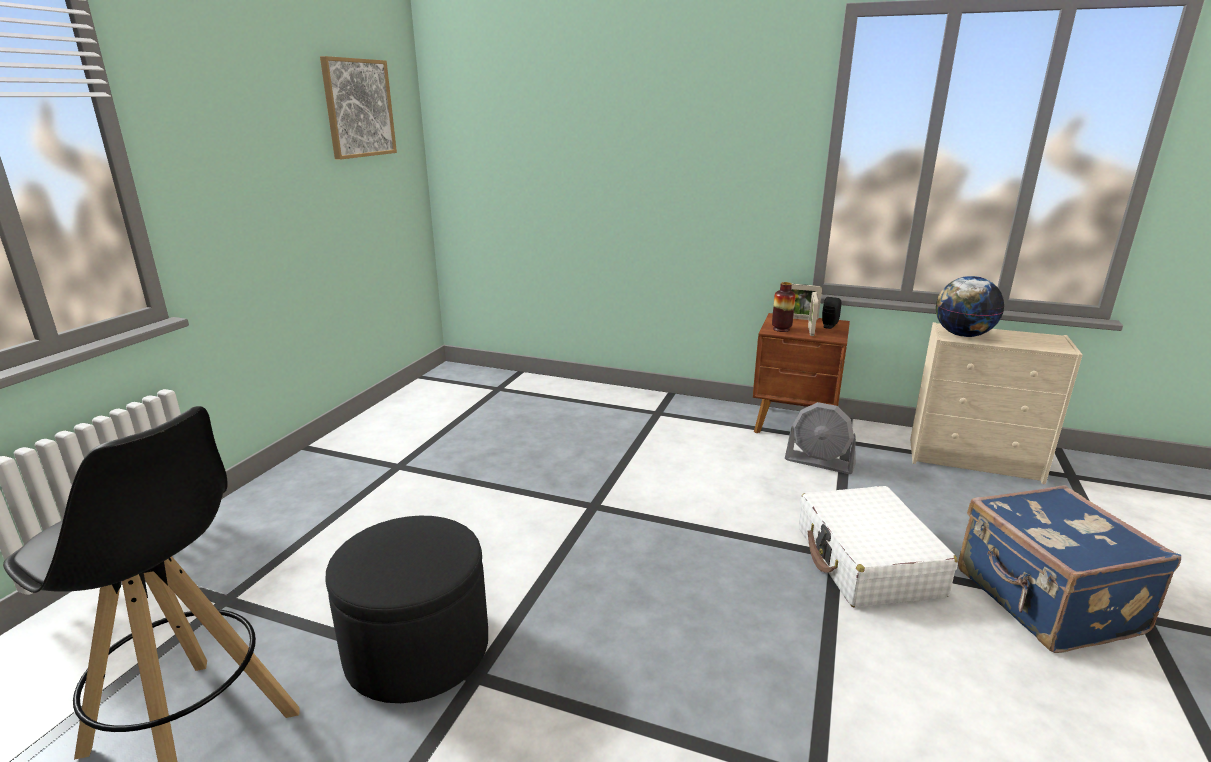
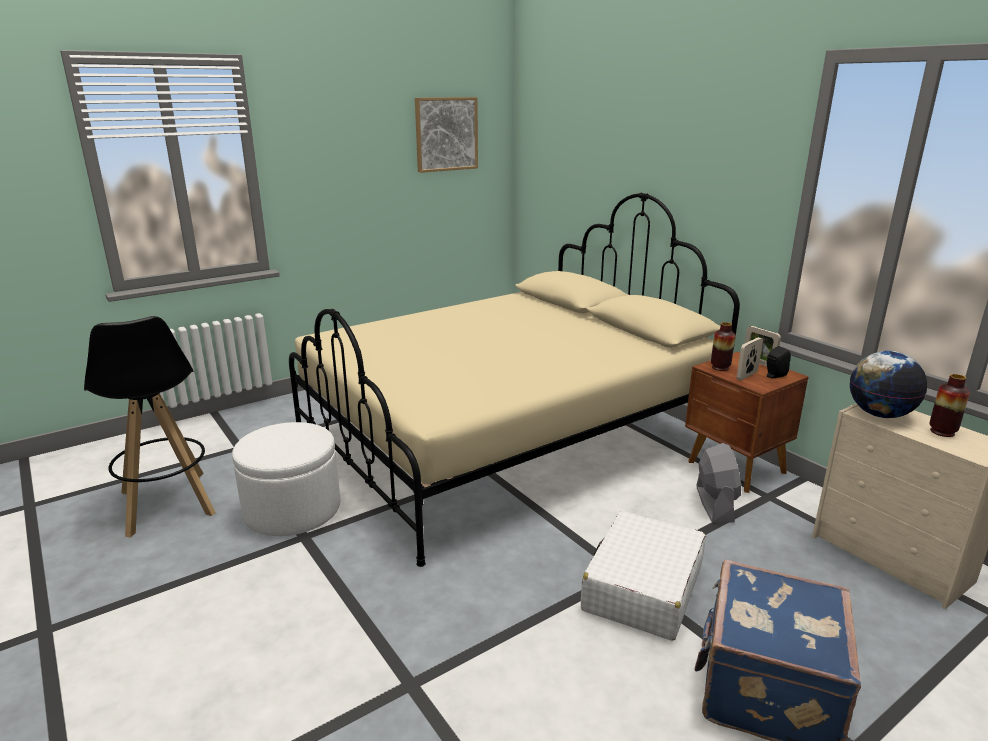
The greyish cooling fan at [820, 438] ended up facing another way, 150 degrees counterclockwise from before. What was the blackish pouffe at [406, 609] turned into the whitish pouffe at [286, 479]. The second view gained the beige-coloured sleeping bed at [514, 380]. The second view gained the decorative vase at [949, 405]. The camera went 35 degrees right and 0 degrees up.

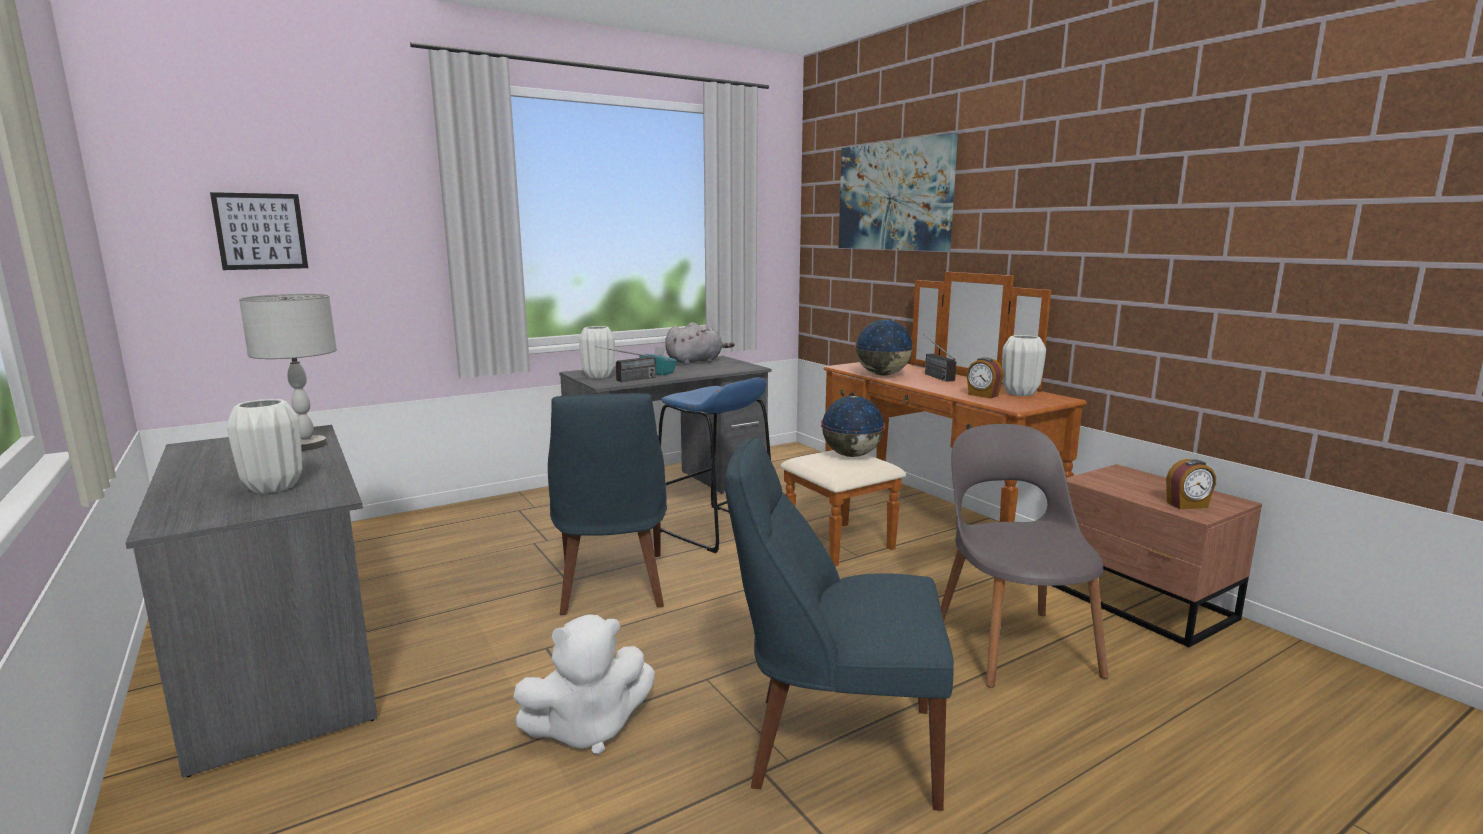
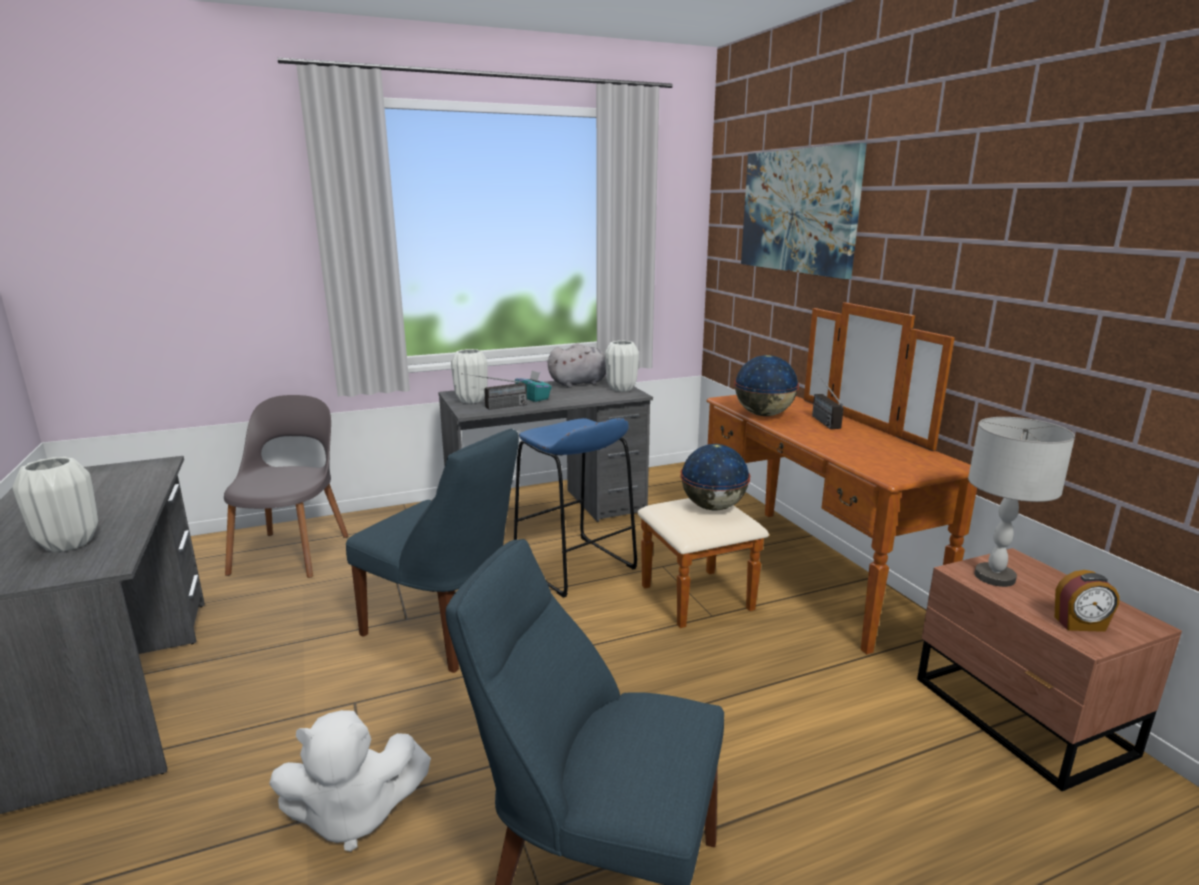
The second view lost the picture at [259, 231]. The greyish lamp for a table ended up elsewhere, having gone from [288, 372] to [1021, 502]. The whitish decorative vase ended up elsewhere, having gone from [1024, 365] to [622, 366]. The second view lost the table clock at [985, 378]. The blue-coloured plain chair at [607, 504] ended up facing another way, 60 degrees counterclockwise from before. The greyish plain chair ended up elsewhere, having gone from [1024, 556] to [286, 486]. The camera went 10 degrees right and 5 degrees up.

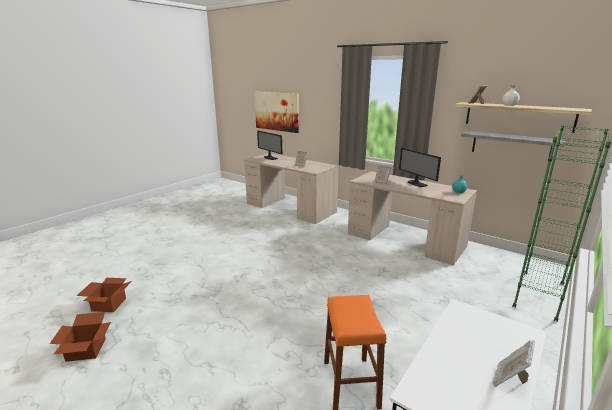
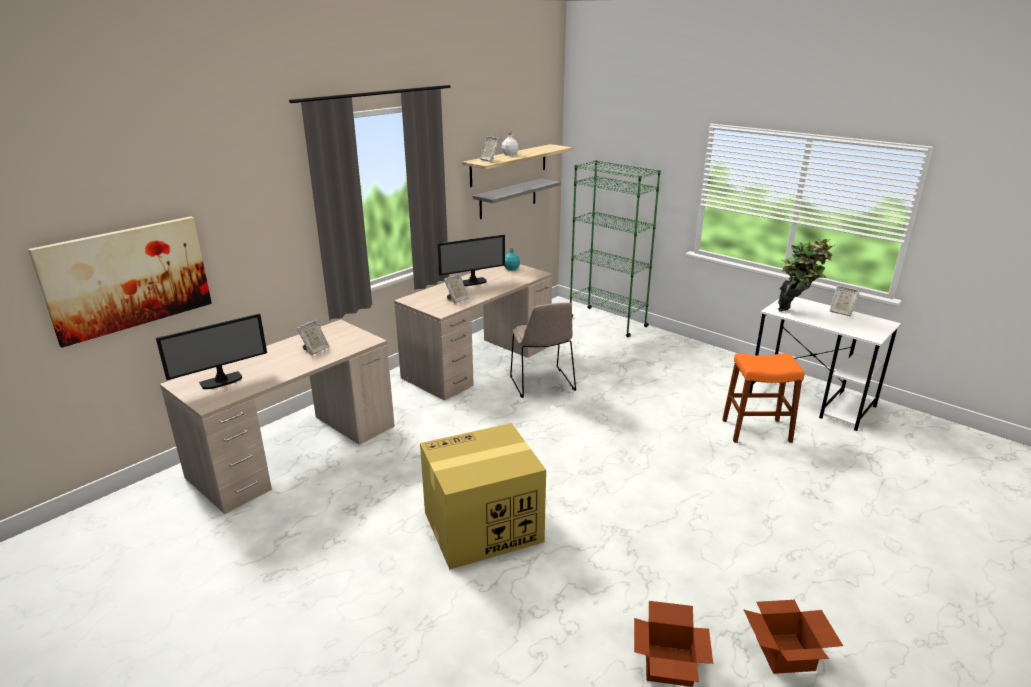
The second view gained the houseplant at [806, 275]. The second view gained the beige-coloured plain chair at [543, 350]. The second view gained the packing box at [483, 496]. The camera went 85 degrees left and 5 degrees up.

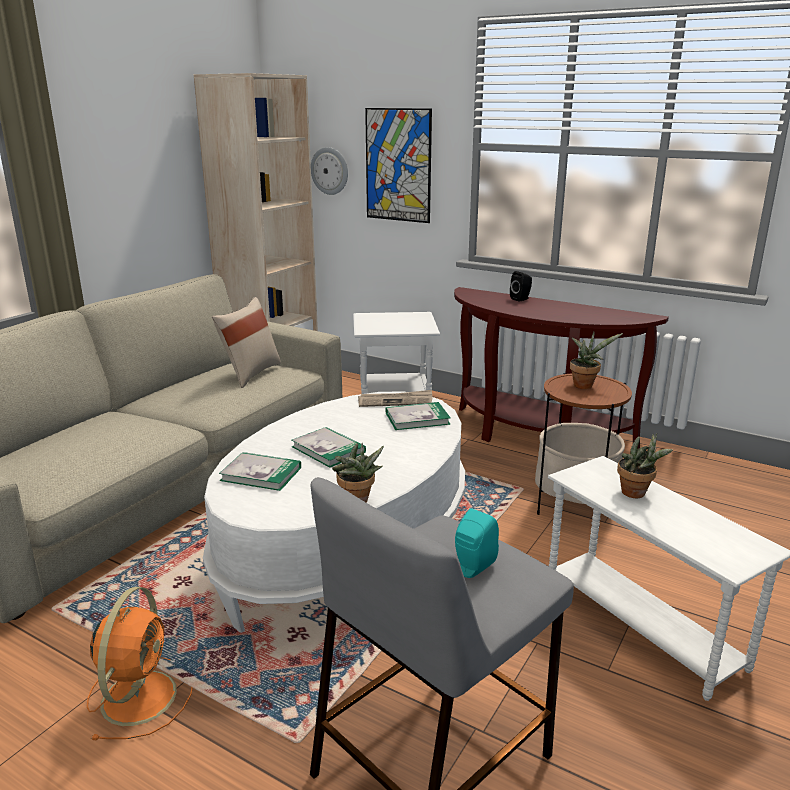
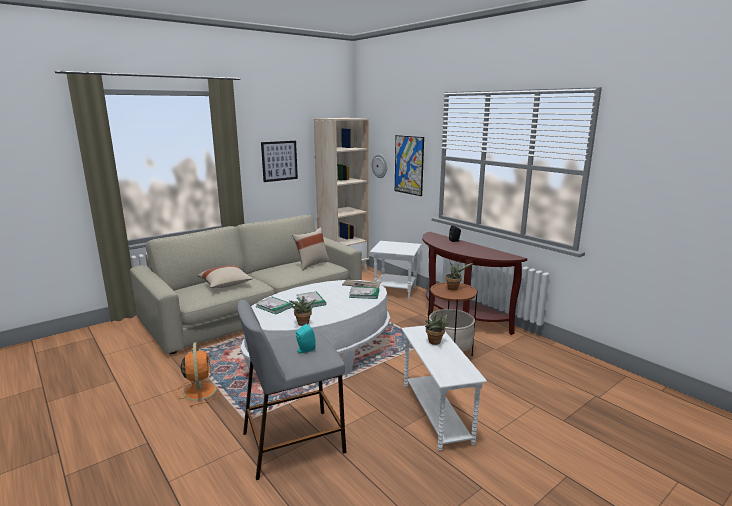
The orangey cooling fan at [140, 663] ended up facing another way, 45 degrees counterclockwise from before. The second view gained the picture at [279, 161]. The second view gained the beige-coloured pillow at [225, 276]. The camera went 20 degrees right and 5 degrees down.

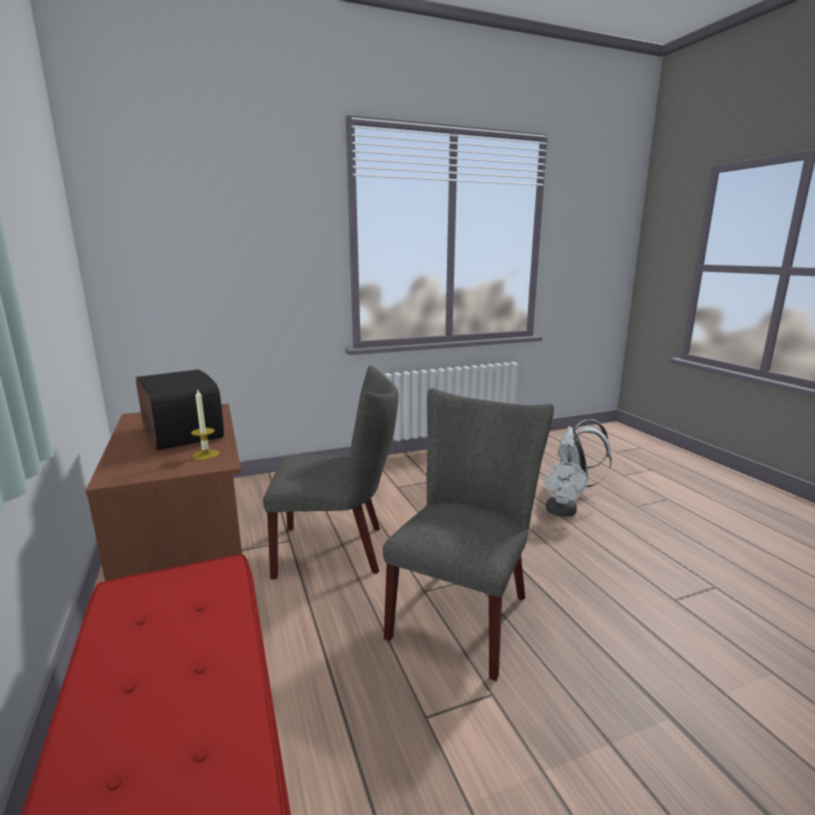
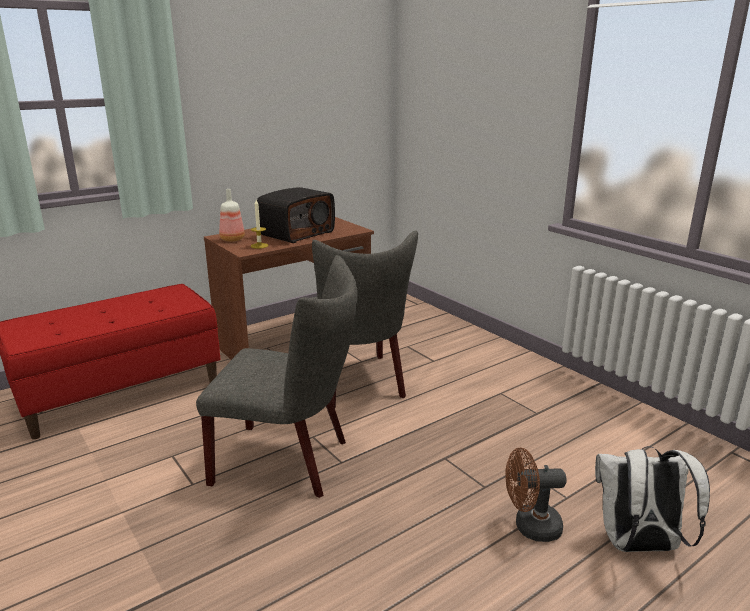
What was the whitish cooling fan at [565, 489] turned into the brown cooling fan at [536, 495]. The second view gained the beverage bottle at [232, 215]. The camera went 75 degrees right and 5 degrees up.

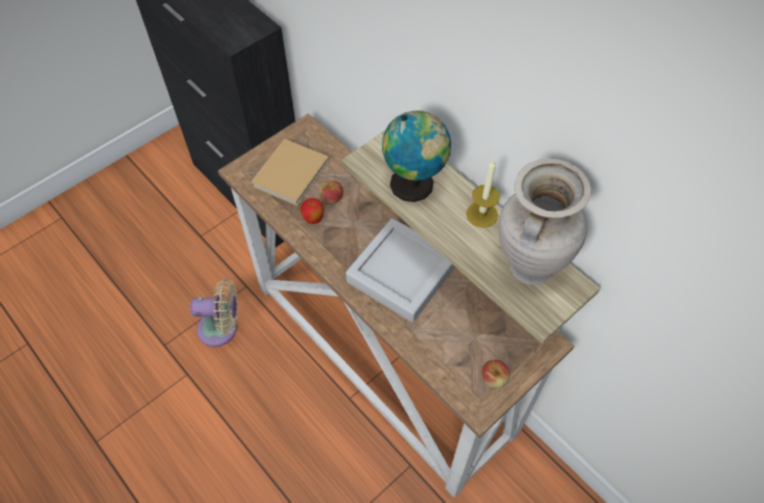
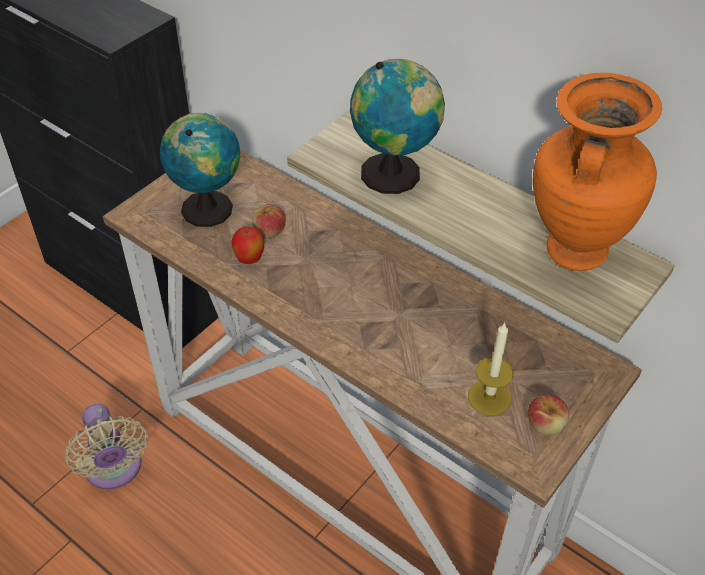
Where the beige-coloured volume stood at [290, 172], the desk globe came to stand at [200, 170]. The candle ended up elsewhere, having gone from [483, 193] to [491, 369]. What was the beige-coloured decorative vase at [544, 222] turned into the orangey decorative vase at [597, 172]. The second view lost the greyish carrying tray at [400, 270]. The beige-coloured cooling fan at [214, 313] ended up facing another way, 75 degrees clockwise from before. The camera went 10 degrees left and 10 degrees down.

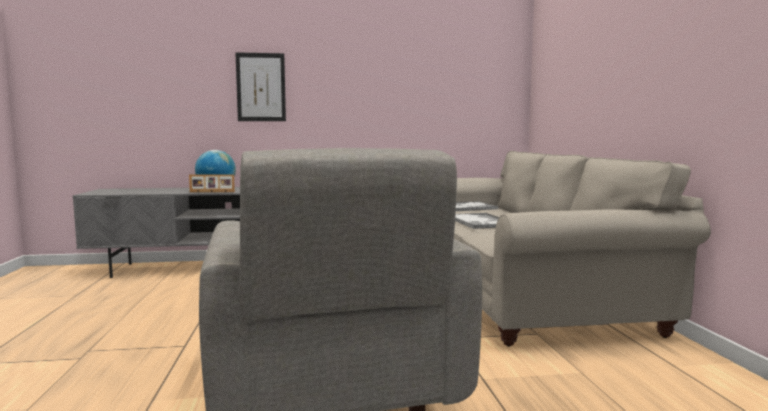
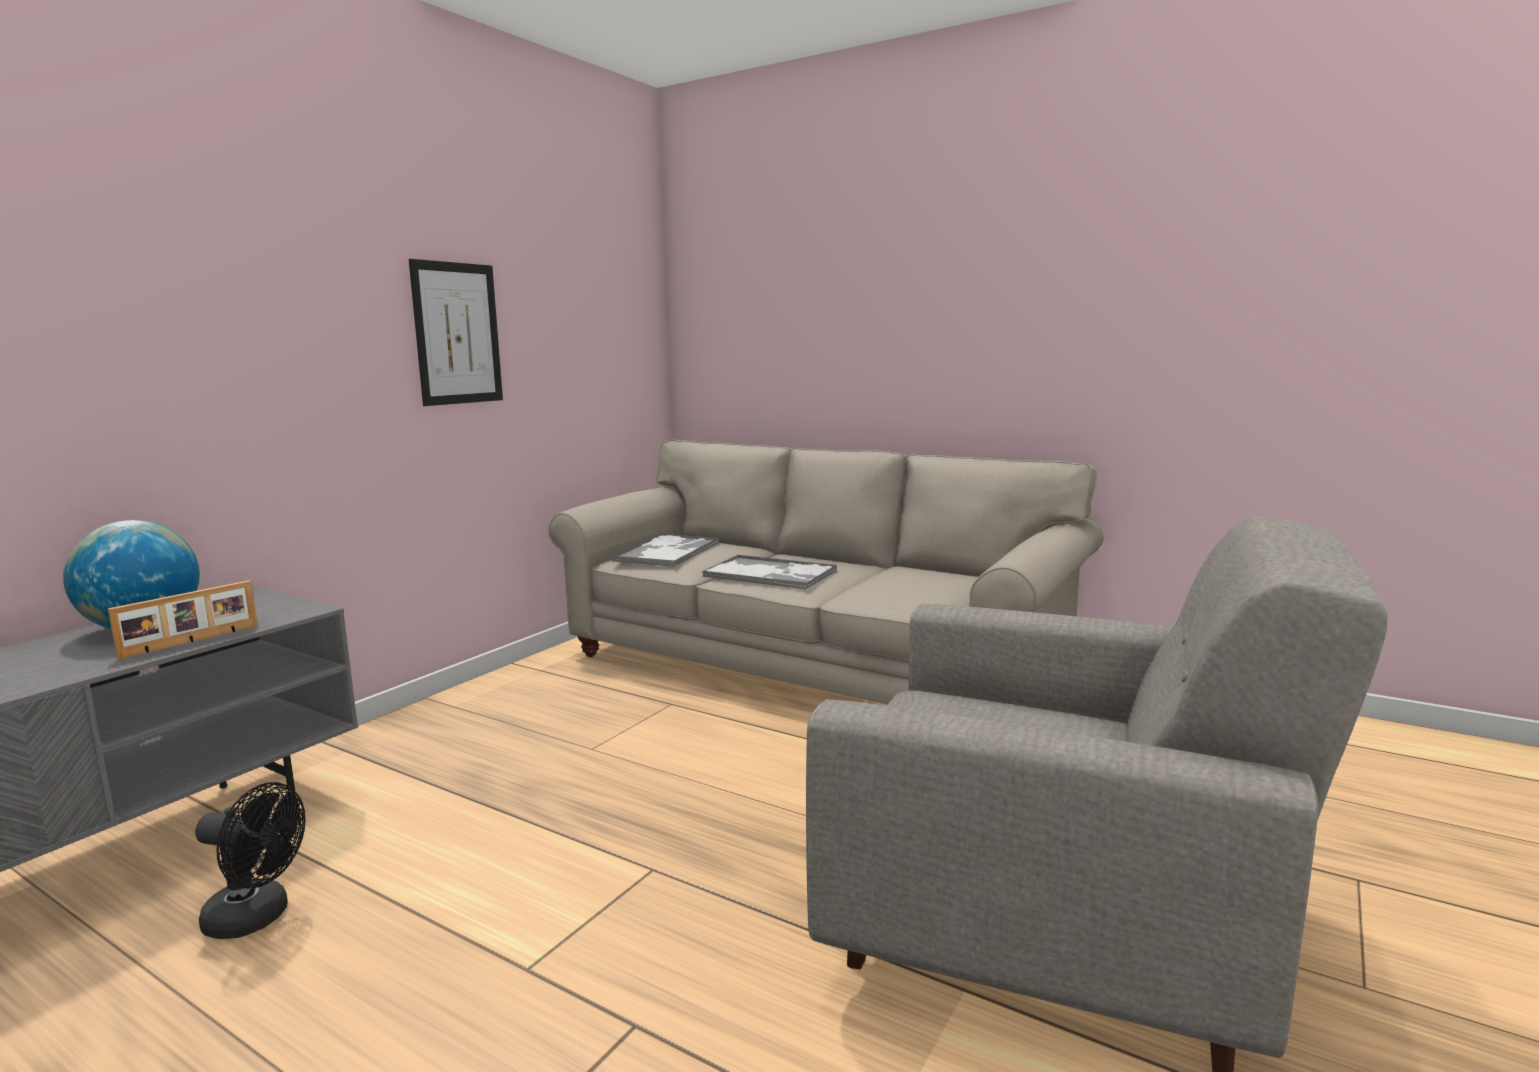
The picture ended up elsewhere, having gone from [260, 86] to [456, 332]. The second view gained the blackish cooling fan at [250, 860]. The camera went 50 degrees left and 5 degrees up.

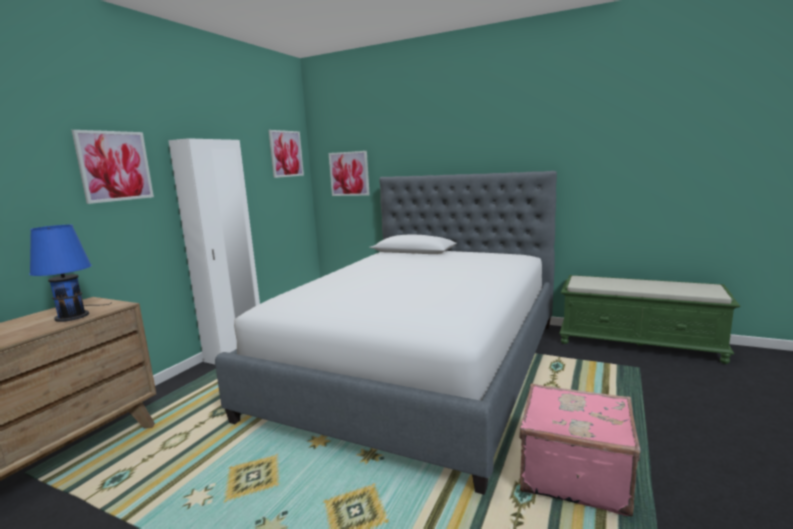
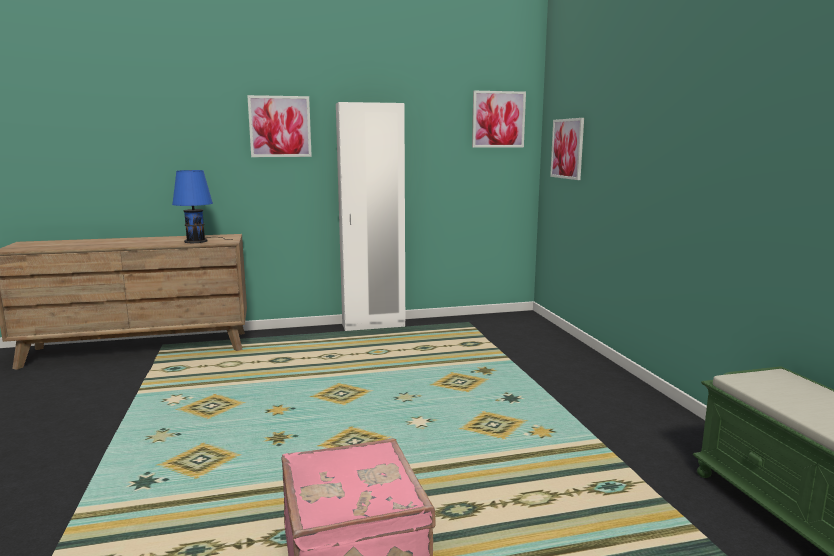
The second view lost the sleeping bed at [386, 333]. The camera went 50 degrees right and 0 degrees up.

